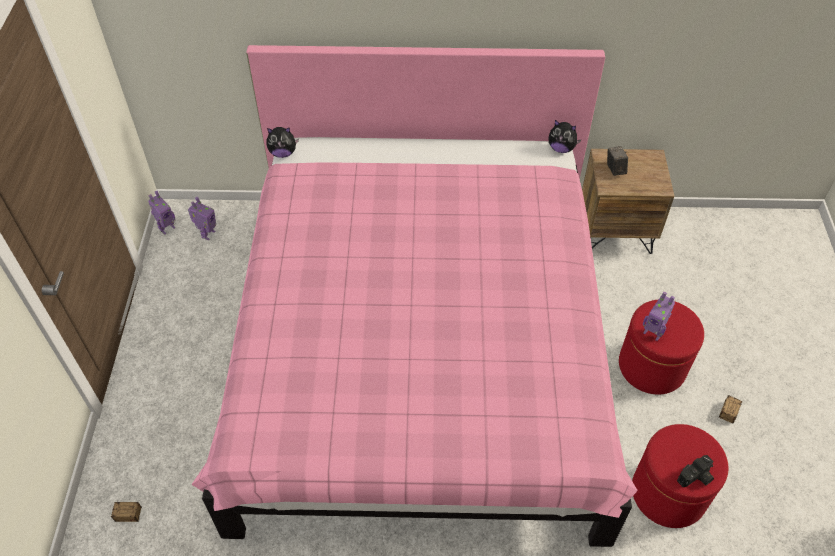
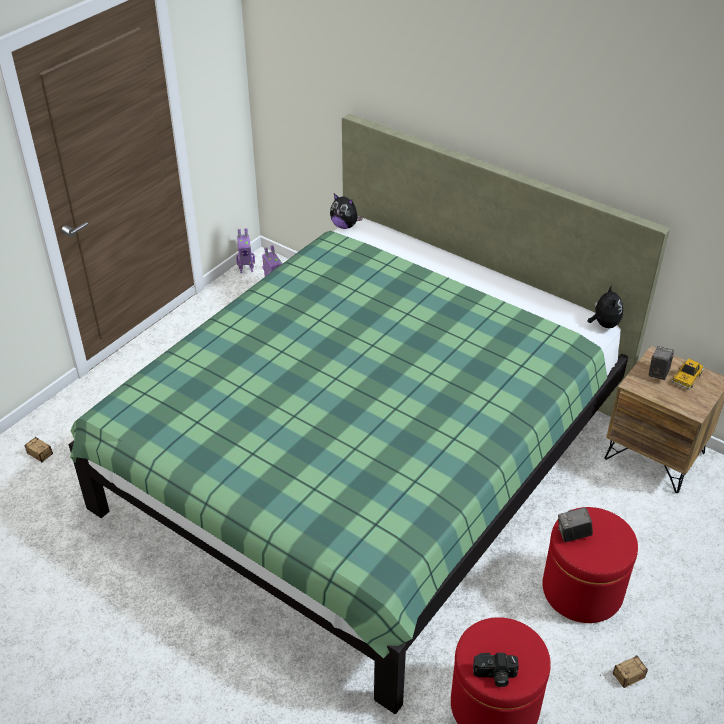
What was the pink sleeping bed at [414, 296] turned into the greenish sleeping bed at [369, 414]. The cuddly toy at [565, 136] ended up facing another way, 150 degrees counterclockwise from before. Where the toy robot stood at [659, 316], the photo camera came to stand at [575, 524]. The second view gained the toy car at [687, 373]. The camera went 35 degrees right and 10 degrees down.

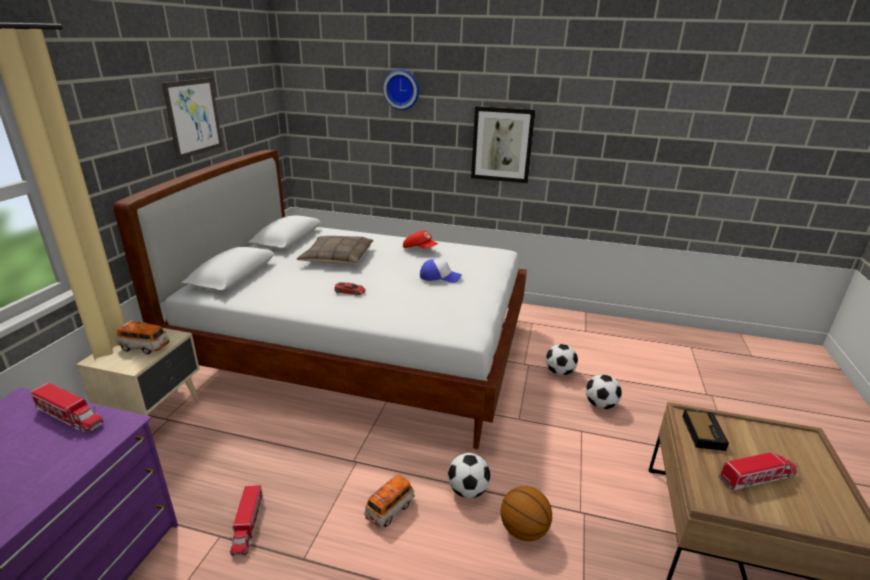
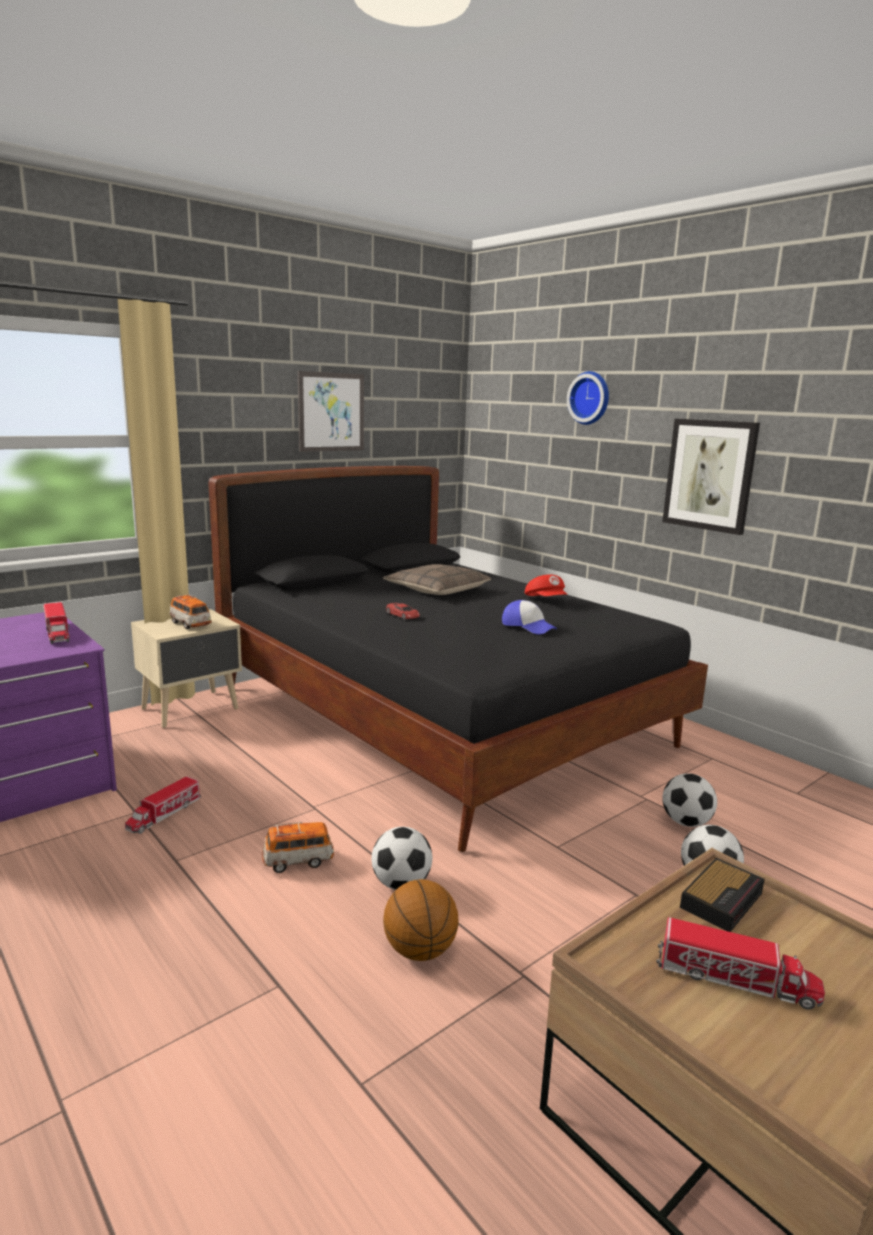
What was the whitish sleeping bed at [320, 299] turned into the blackish sleeping bed at [458, 659]. The camera went 35 degrees right and 10 degrees down.

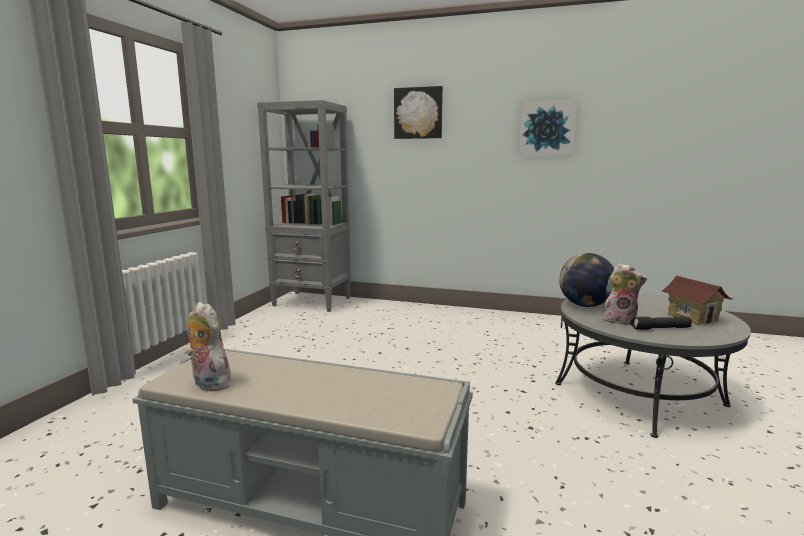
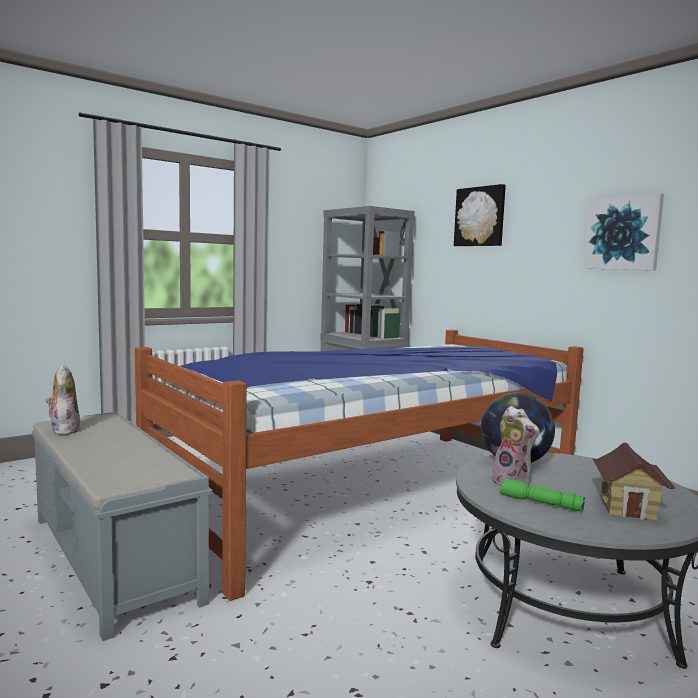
What was the blackish hand torch at [661, 323] turned into the greenish hand torch at [542, 494]. The second view gained the sleeping bed at [359, 465]. The camera went 35 degrees right and 5 degrees down.

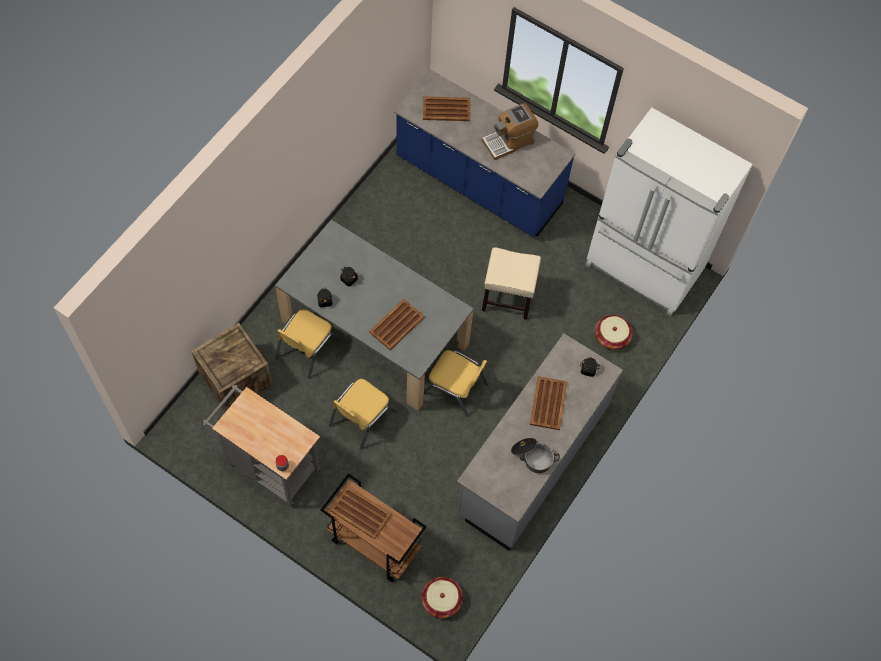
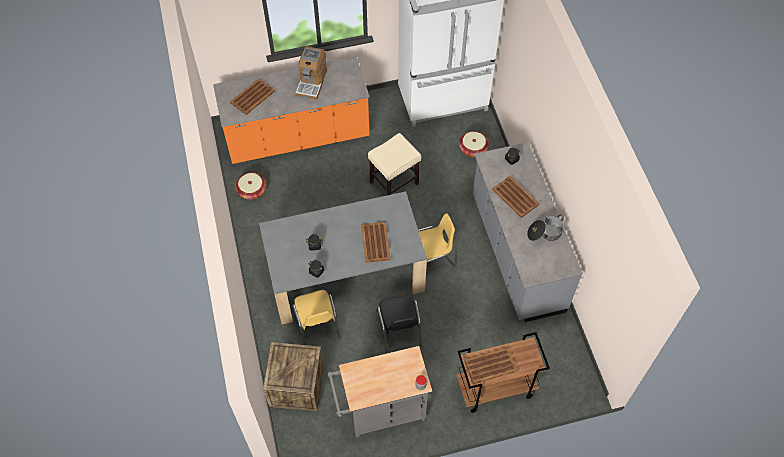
What was the blue-coloured kitchen base unit at [484, 153] turned into the orangey kitchen base unit at [291, 110]. What was the yellow plain chair at [362, 414] turned into the blackish plain chair at [399, 324]. The basket ended up elsewhere, having gone from [442, 597] to [250, 186]. The camera went 45 degrees left and 5 degrees down.

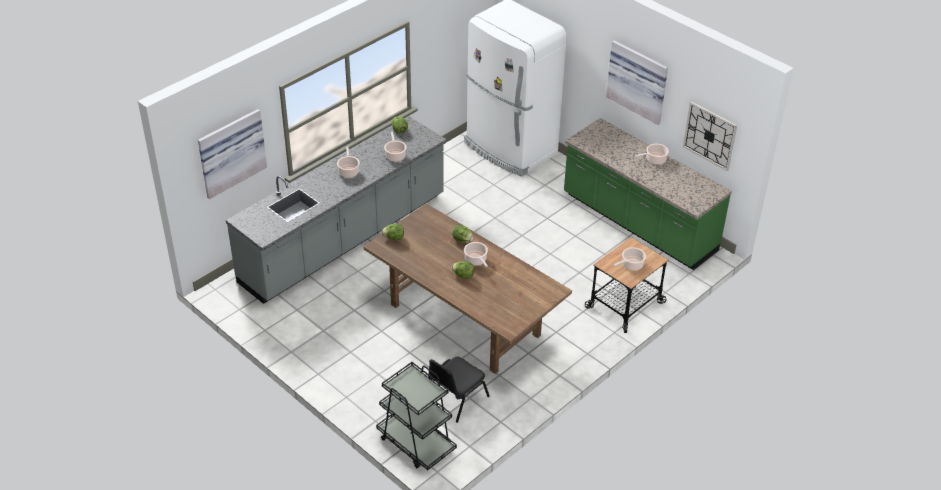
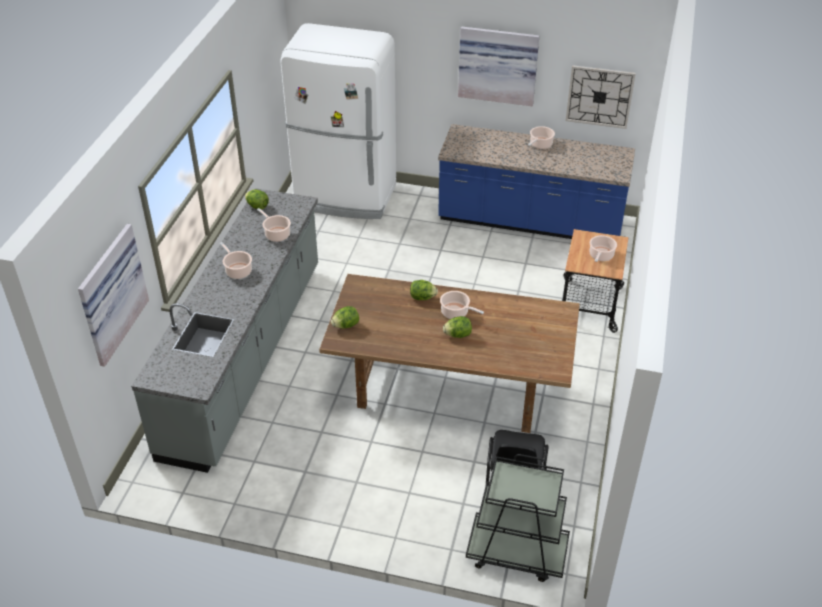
What was the greenish kitchen base unit at [648, 194] turned into the blue-coloured kitchen base unit at [536, 181]. The camera went 30 degrees left and 0 degrees up.

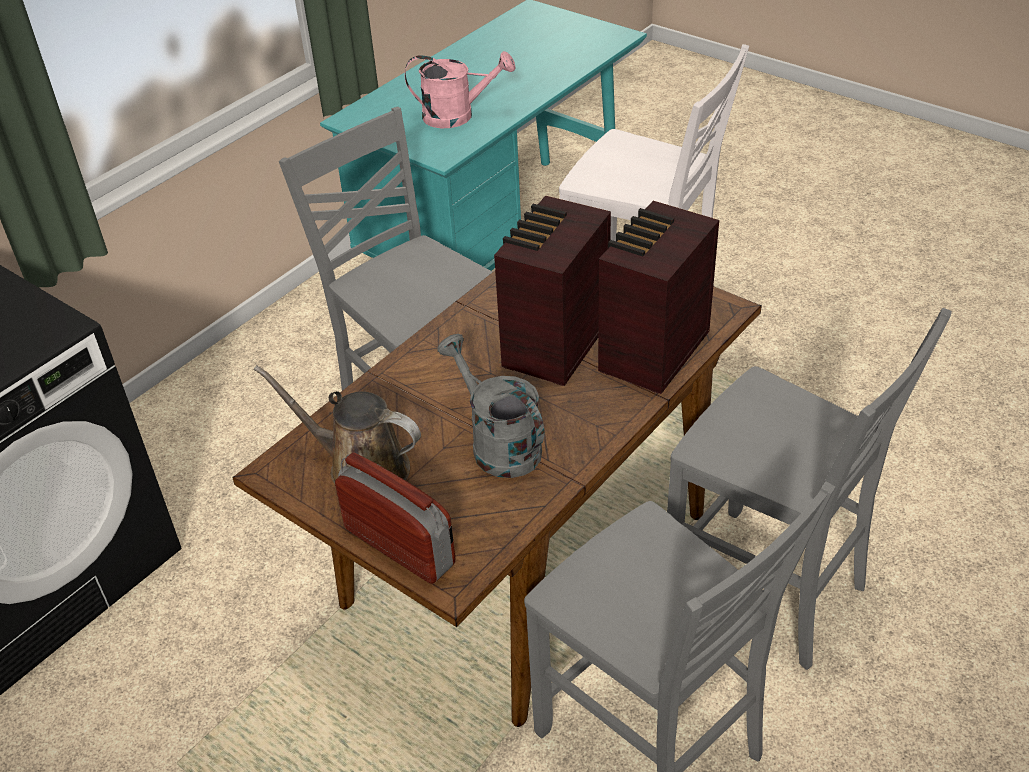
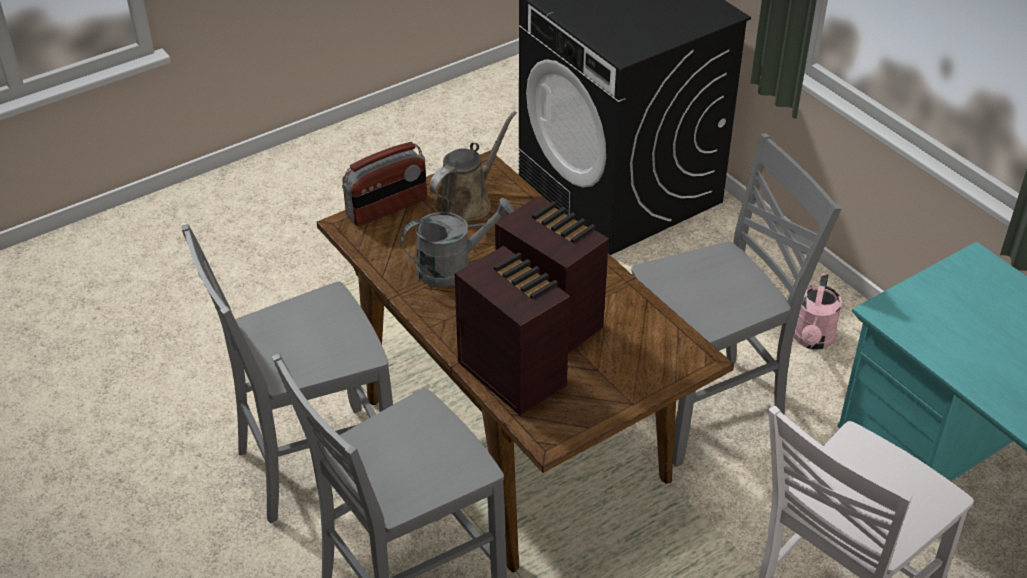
The pink watering pot ended up elsewhere, having gone from [460, 89] to [818, 311]. The camera went 105 degrees right and 0 degrees up.

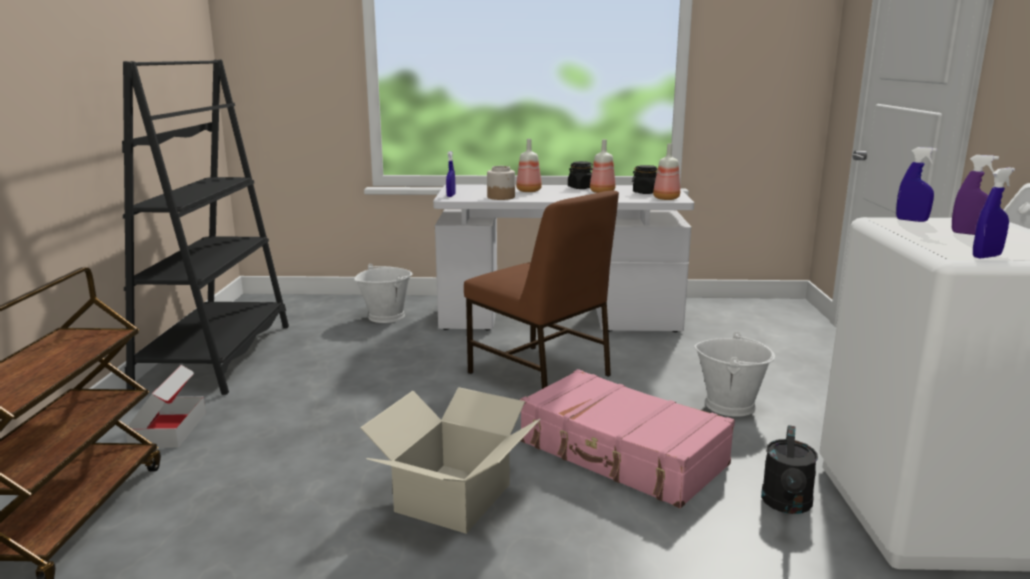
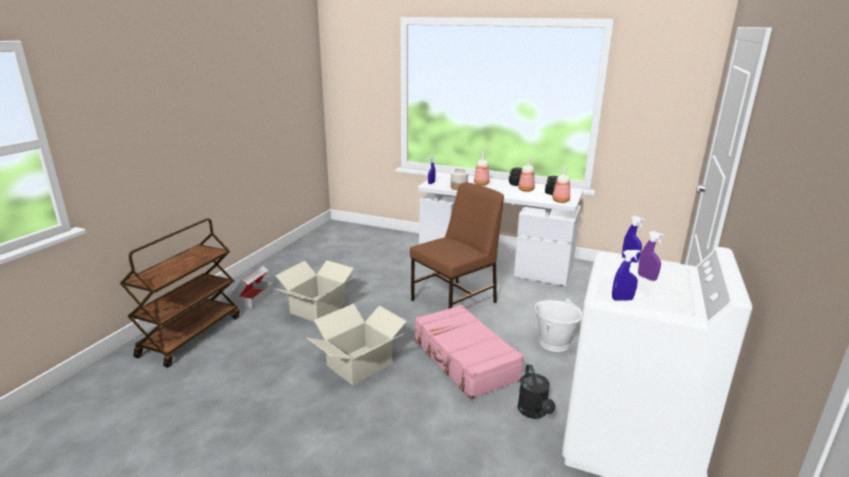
The second view lost the blackish shelving unit at [205, 227]. The brown plain chair at [541, 290] ended up facing another way, 105 degrees counterclockwise from before. The second view lost the whitish water bucket at [383, 293]. The blackish watering pot at [789, 469] ended up facing another way, 45 degrees counterclockwise from before. The second view gained the packing box at [314, 291]. The camera went 20 degrees right and 5 degrees up.

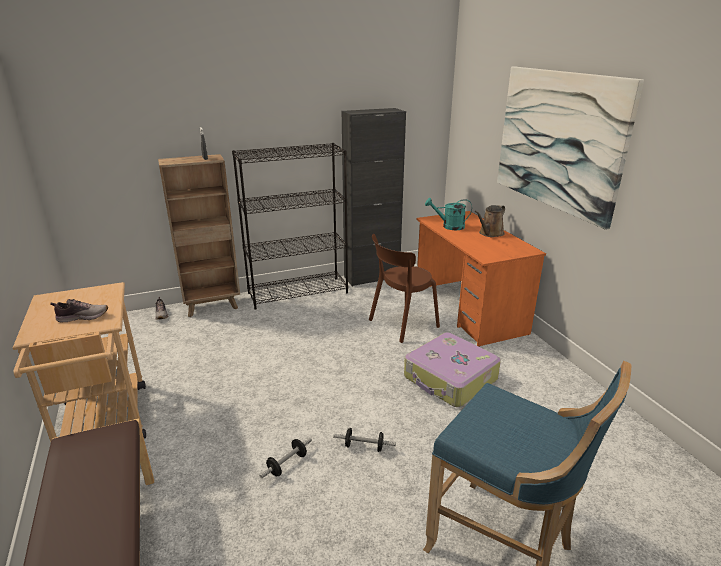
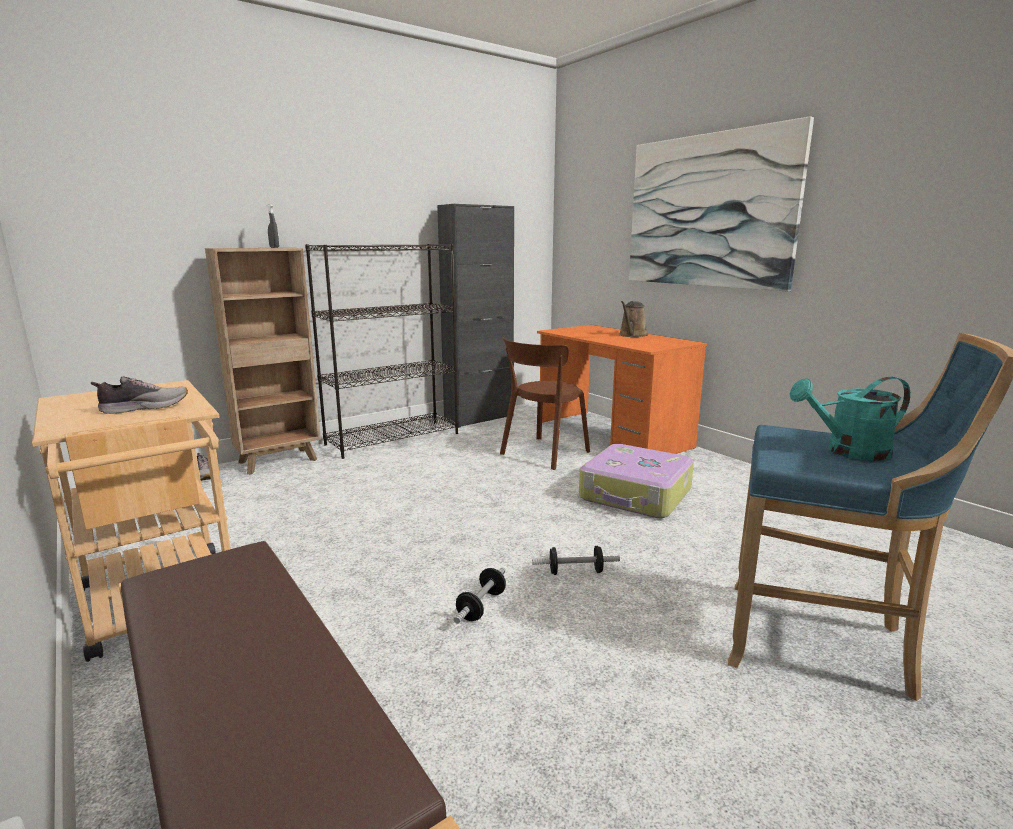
The turquoise-coloured watering pot ended up elsewhere, having gone from [448, 214] to [850, 419]. The camera went 15 degrees left and 10 degrees down.

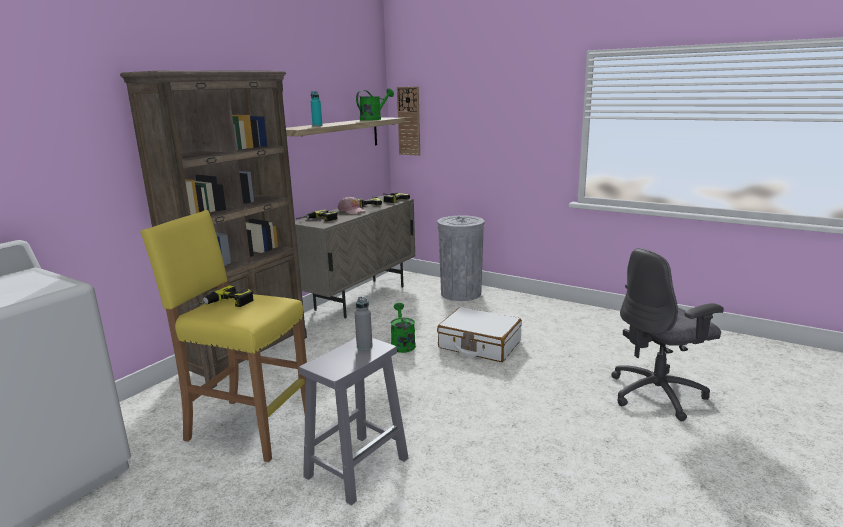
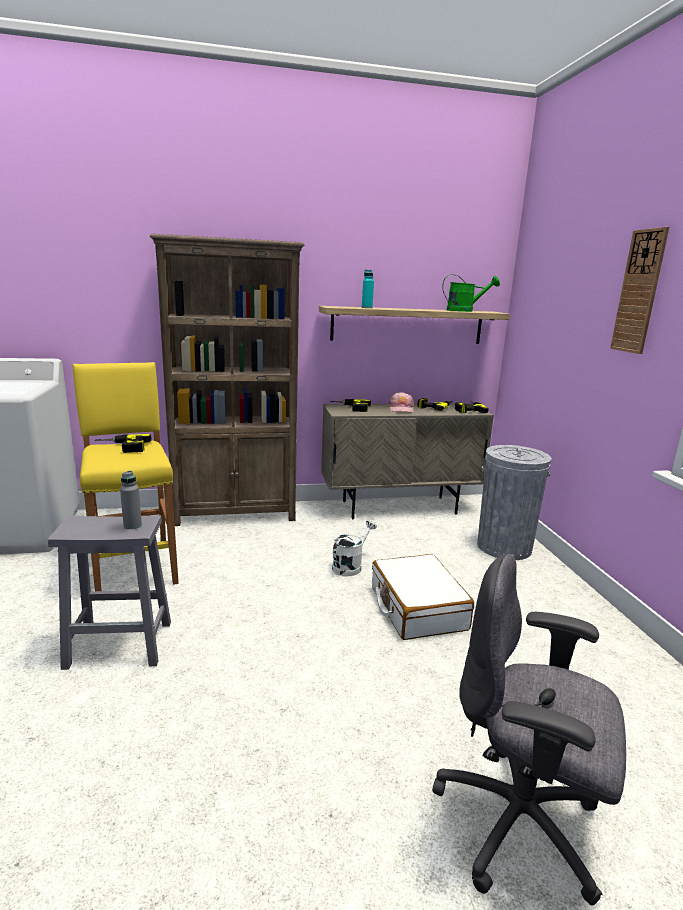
The clock on the wall ended up elsewhere, having gone from [408, 121] to [639, 290]. What was the greenish watering pot at [403, 328] turned into the whitish watering pot at [354, 548]. The camera went 45 degrees right and 0 degrees up.

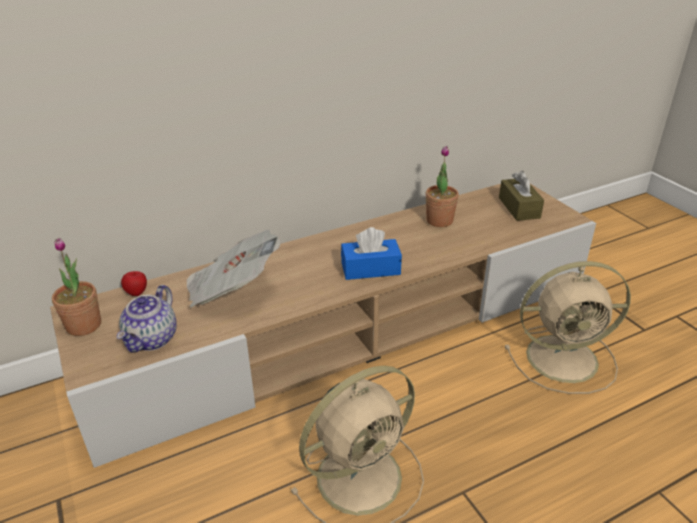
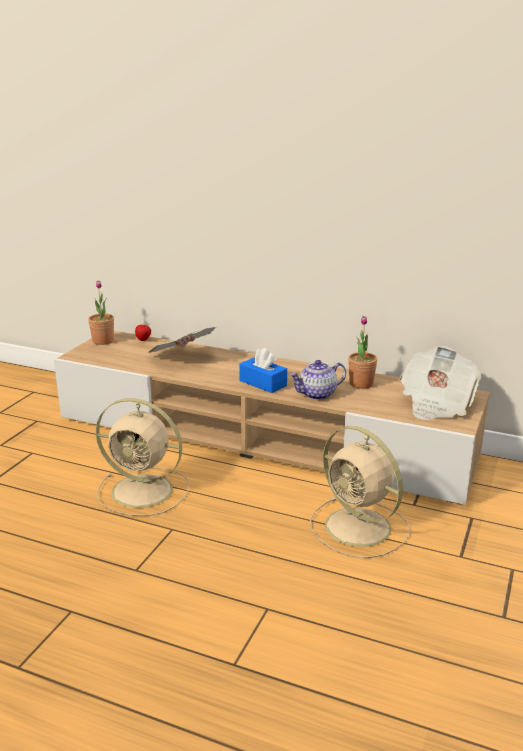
Where the brown tissue box stood at [521, 196], the newspaper came to stand at [440, 383]. The tea pot ended up elsewhere, having gone from [147, 319] to [317, 380]. The camera went 50 degrees right and 10 degrees down.

